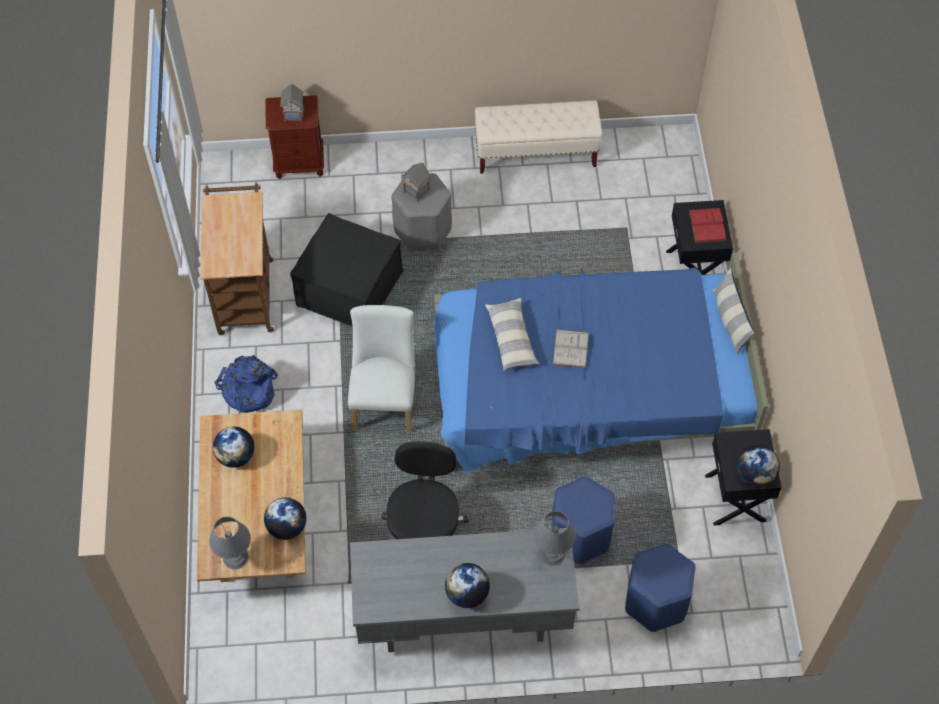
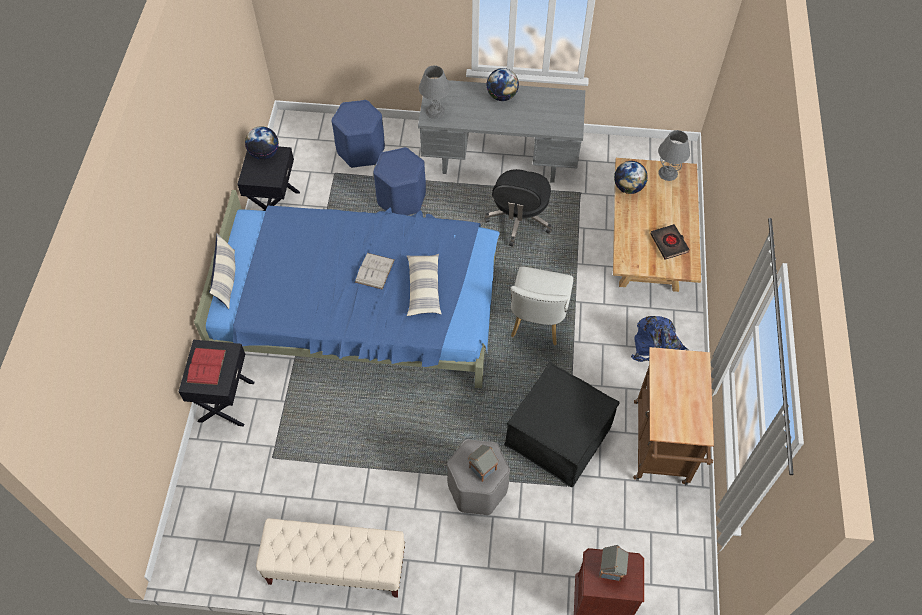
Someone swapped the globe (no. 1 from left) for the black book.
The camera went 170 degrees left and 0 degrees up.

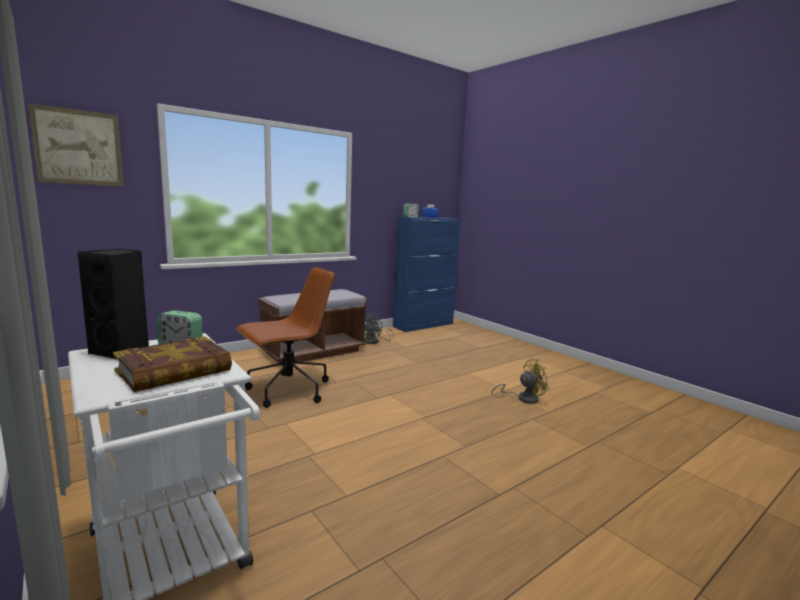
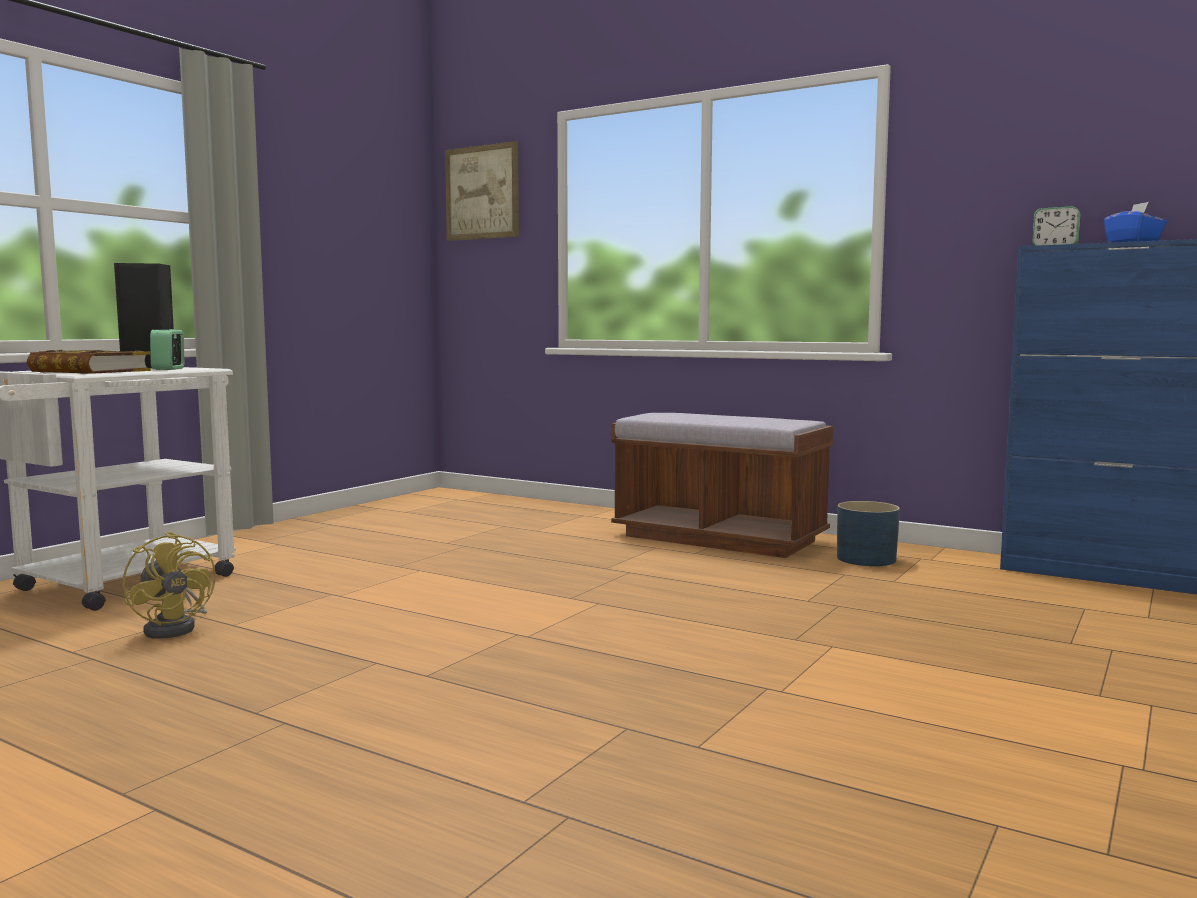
Someone carried the yellow fan.
Someone swapped the grey fan for the blue planter.
Someone took away the brown office chair.
The camera went 70 degrees right and 5 degrees down.

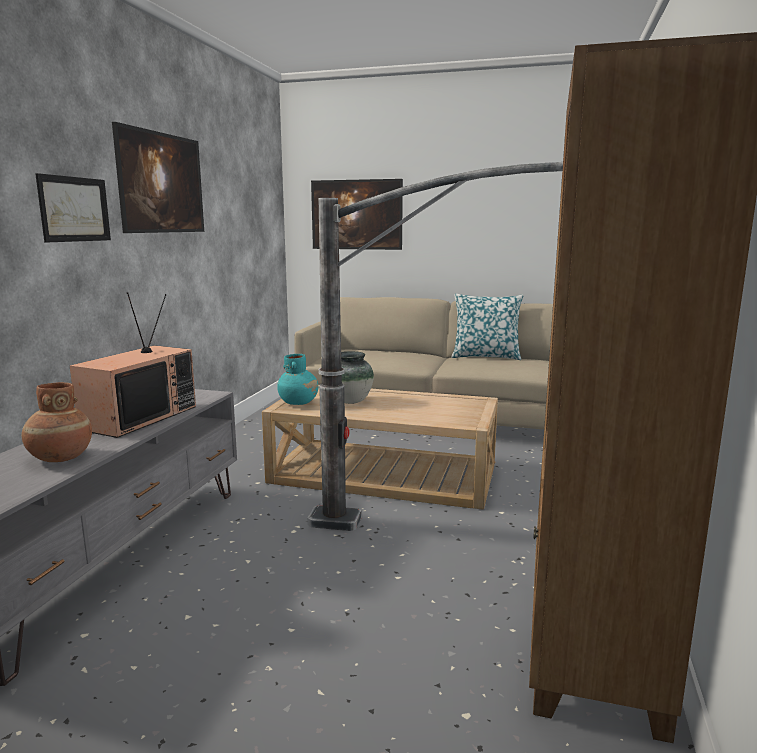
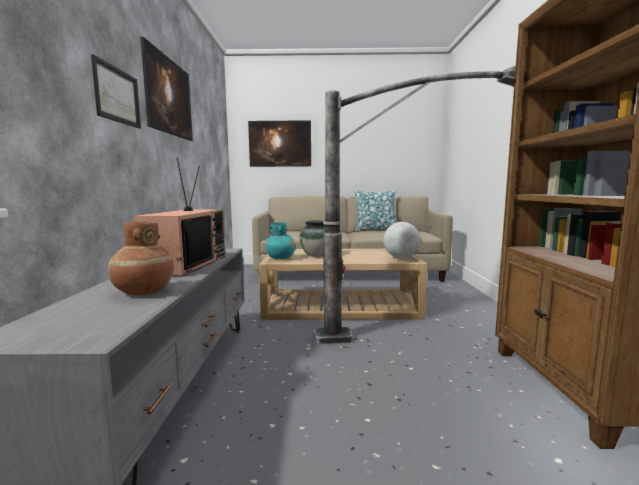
Someone put down the globe.
The camera went 15 degrees left and 5 degrees down.

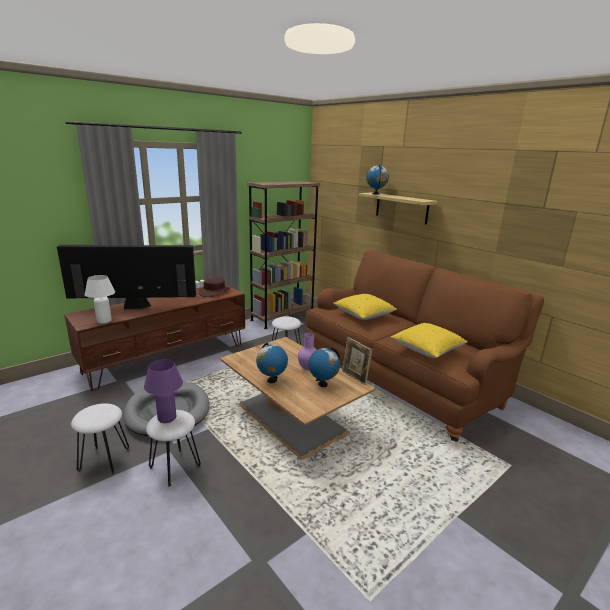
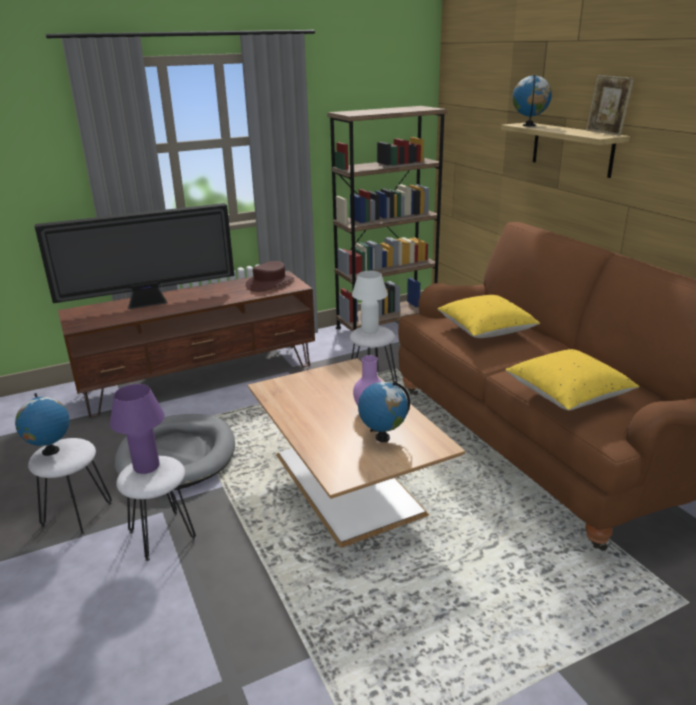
Someone carried the globe (no. 1 from left).
Someone rotated the television by 150 degrees clockwise.
Someone carried the white table lamp.
Someone carried the picture frame.
The camera went 15 degrees right and 5 degrees up.

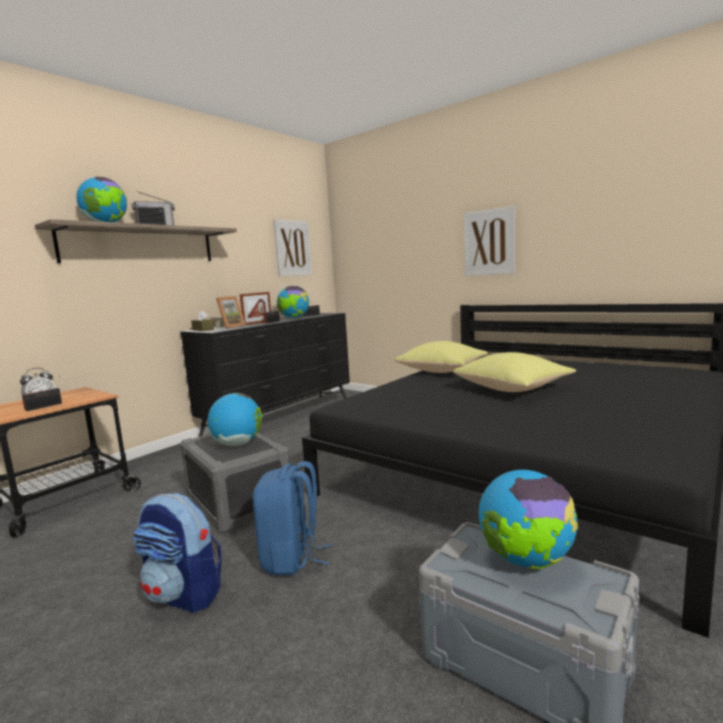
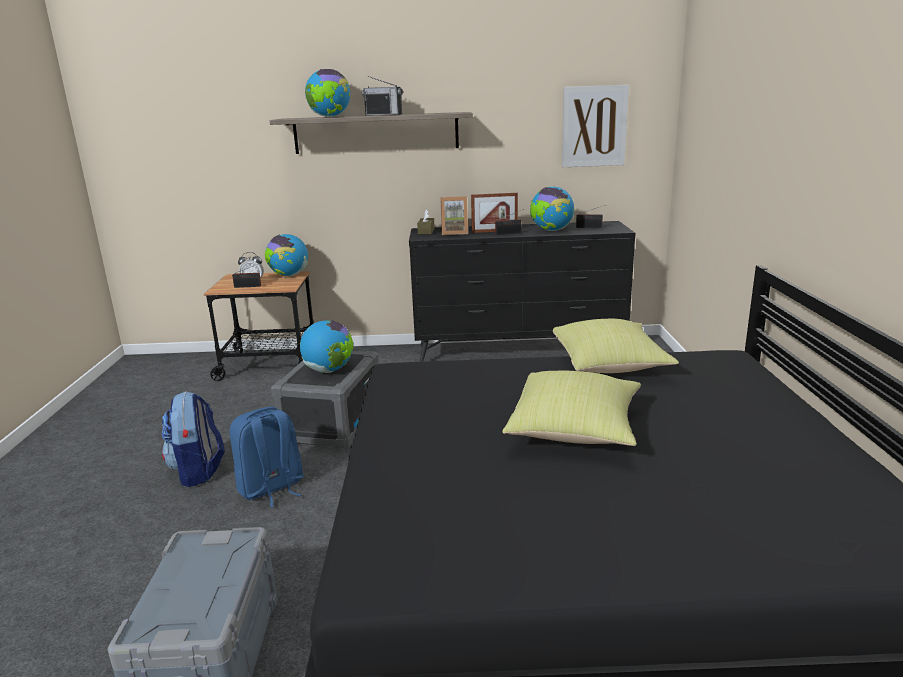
Someone carried the globe (no. 4 from left in the first image).
Someone took away the picture (no. 2 from left).
The camera went 50 degrees right and 10 degrees up.

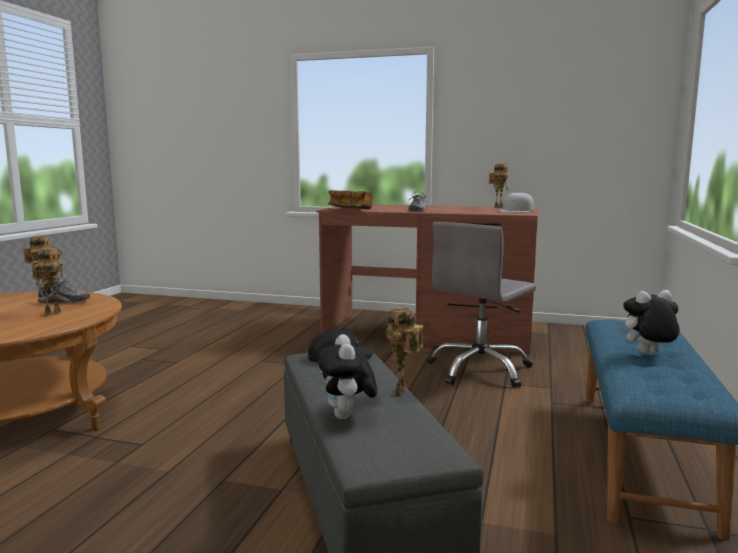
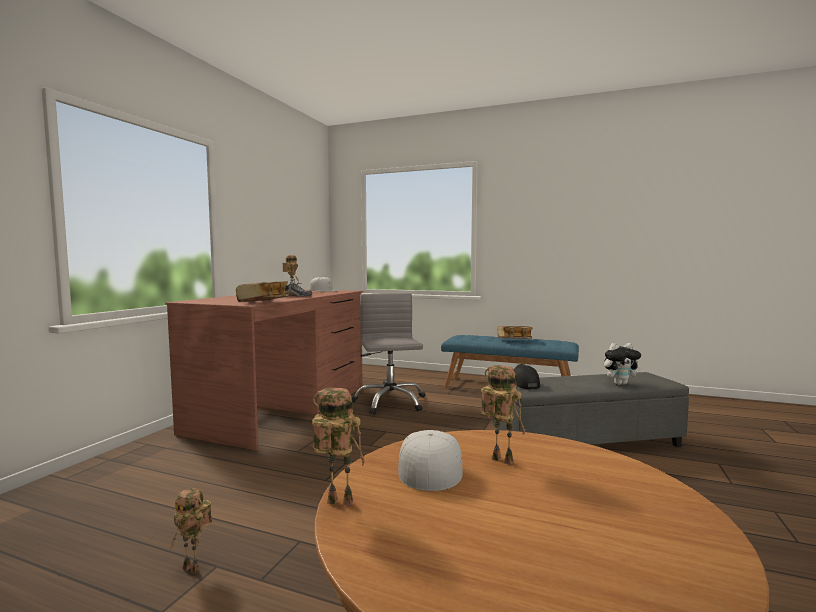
Someone carried the toy robot (no. 3 from left in the first image).
Someone rotated the grey office chair by 150 degrees counterclockwise.
Someone swapped the shoe (no. 1 from left) for the white cap (no. 2 from left).
Someone swapped the plush toy (no. 2 from left) for the book (no. 2 from left).
The camera went 85 degrees left and 5 degrees down.

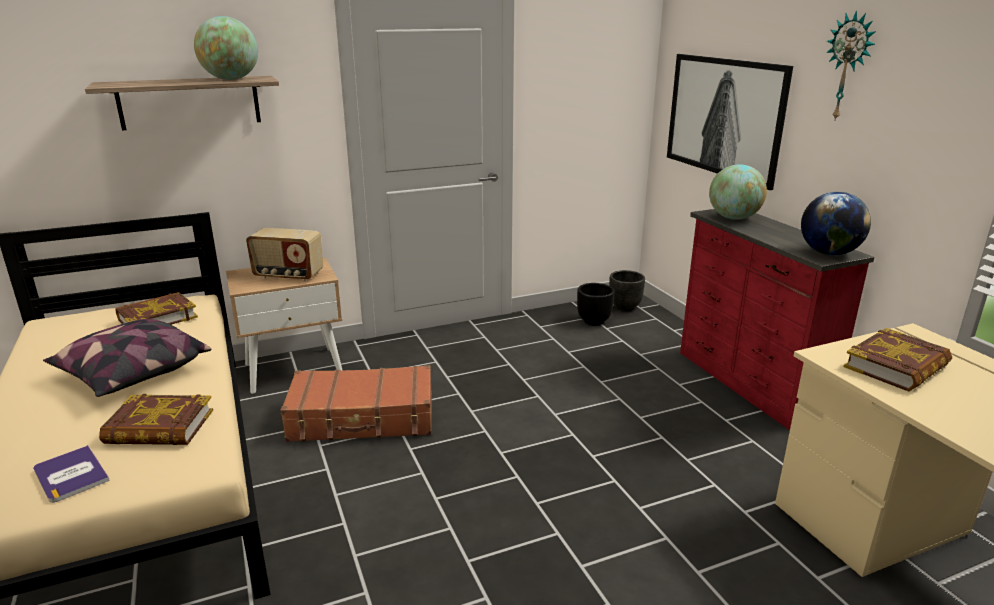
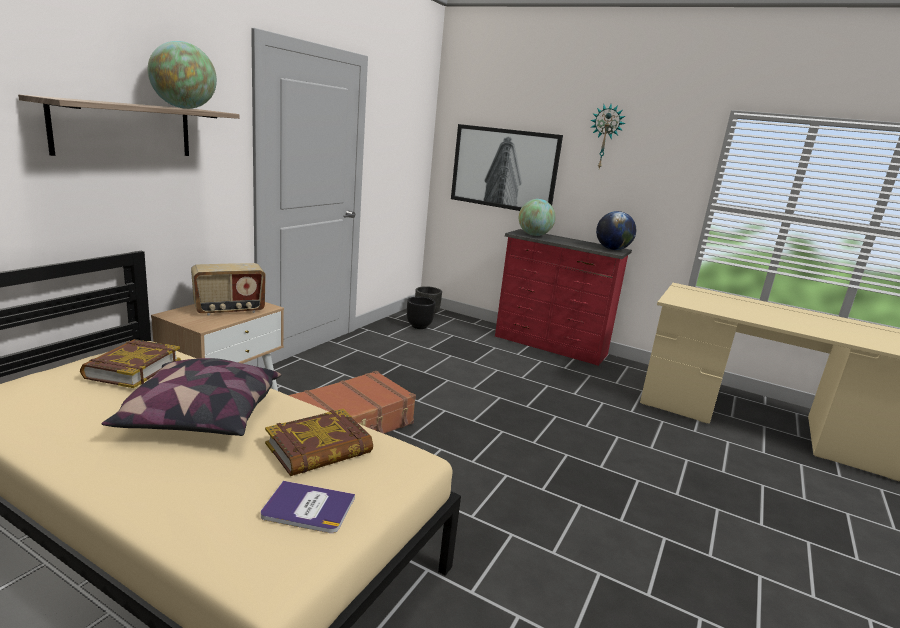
Someone took away the book (no. 4 from left).
The camera went 40 degrees left and 5 degrees down.

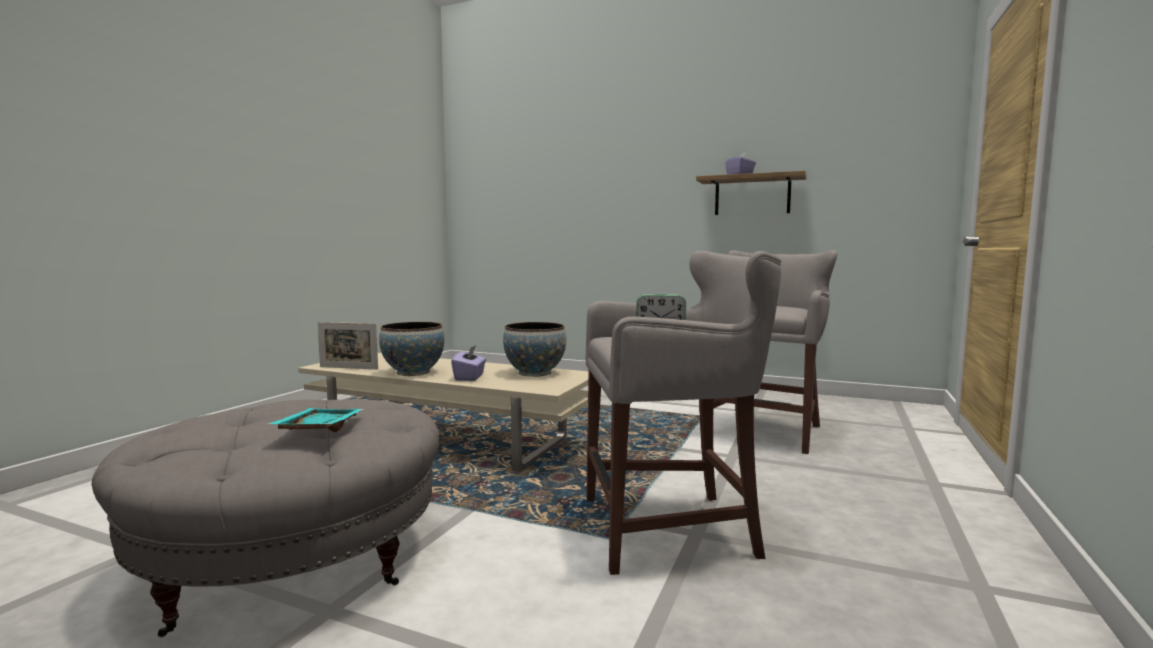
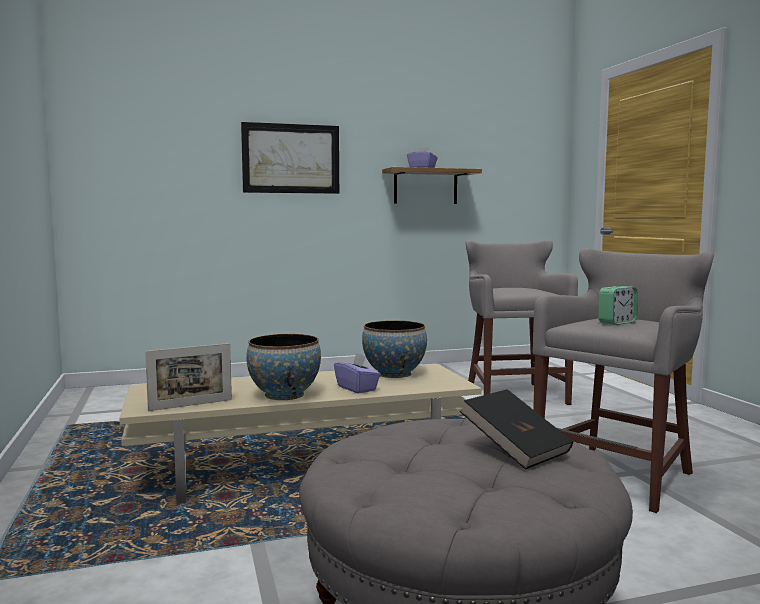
Someone put up the picture.
Someone swapped the turquoise tray for the black book.
The camera went 40 degrees left and 0 degrees up.

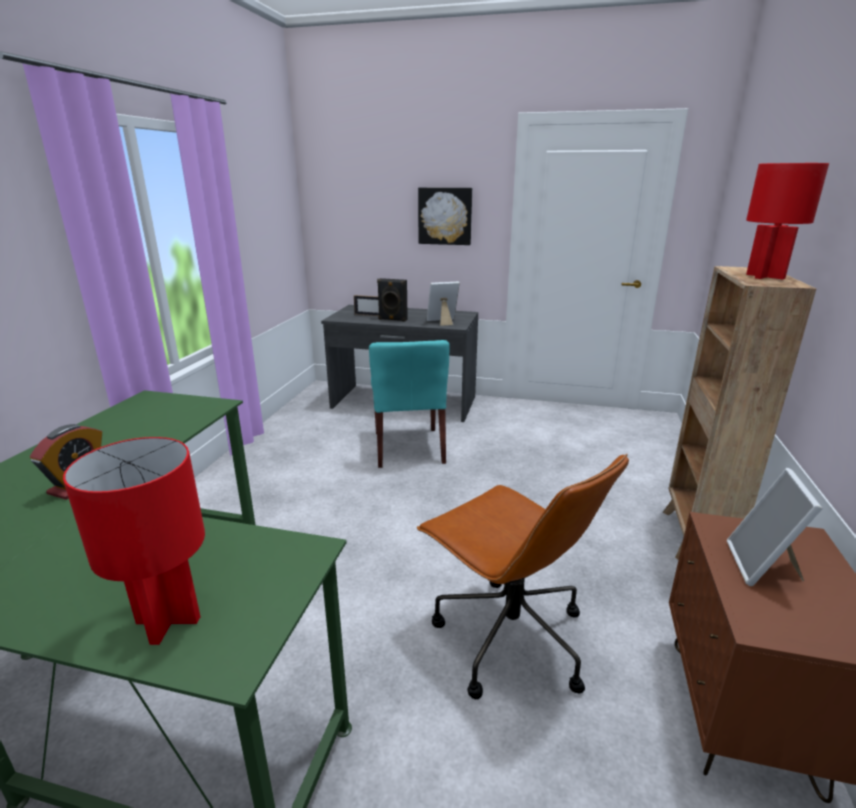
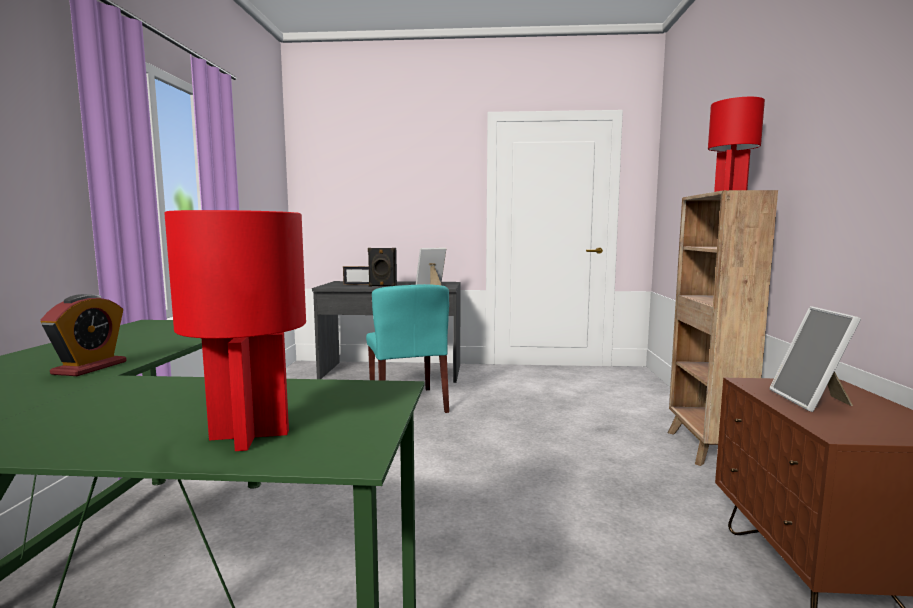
Someone took away the brown office chair.
Someone took away the picture.
The camera went 10 degrees left and 15 degrees down.

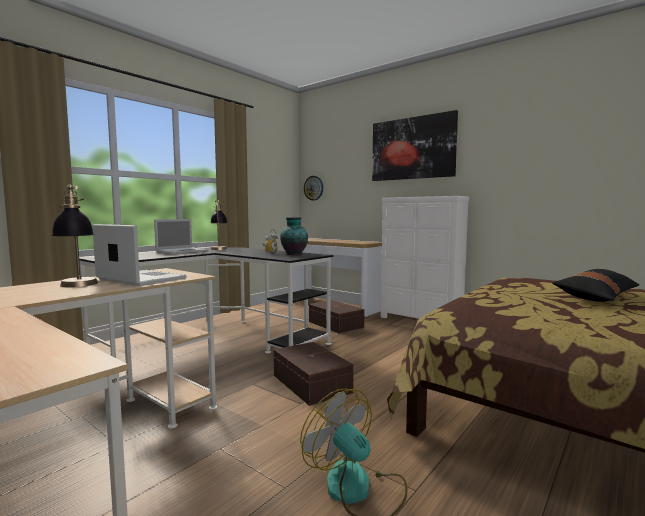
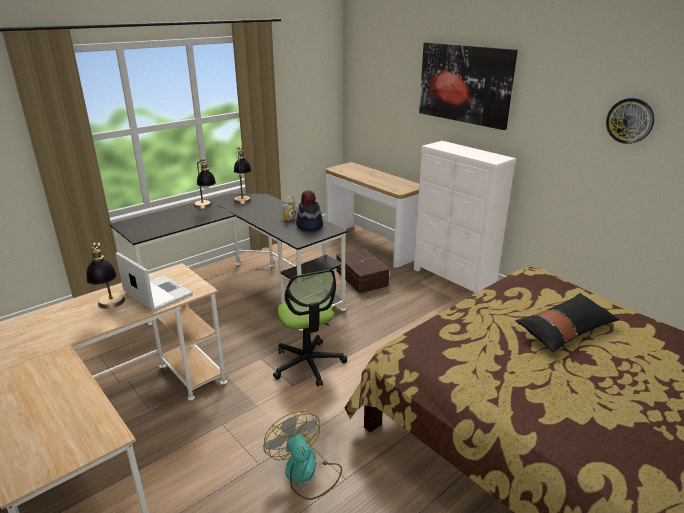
Someone swapped the laptop (no. 2 from left) for the table lamp (no. 2 from left).
Someone swapped the brown storage box (no. 1 from left) for the office chair.
Someone swapped the vase for the hat.
Someone carried the wall clock.
The camera went 10 degrees right and 20 degrees up.

